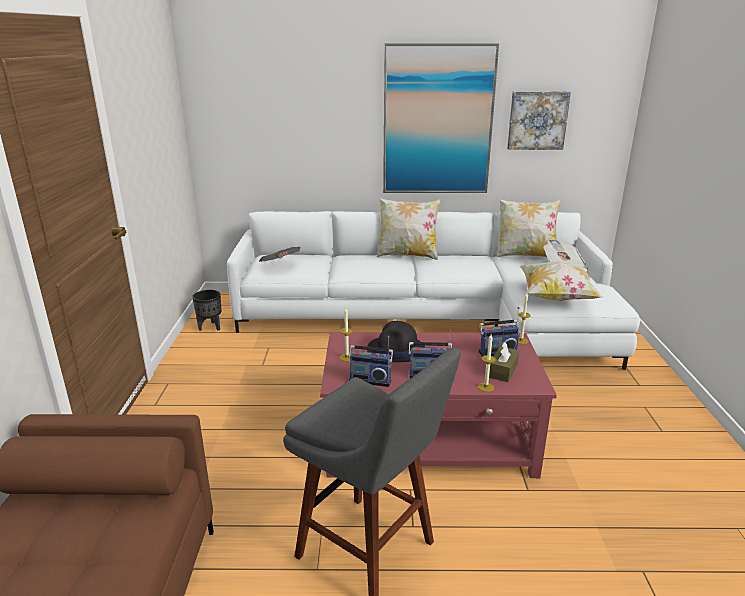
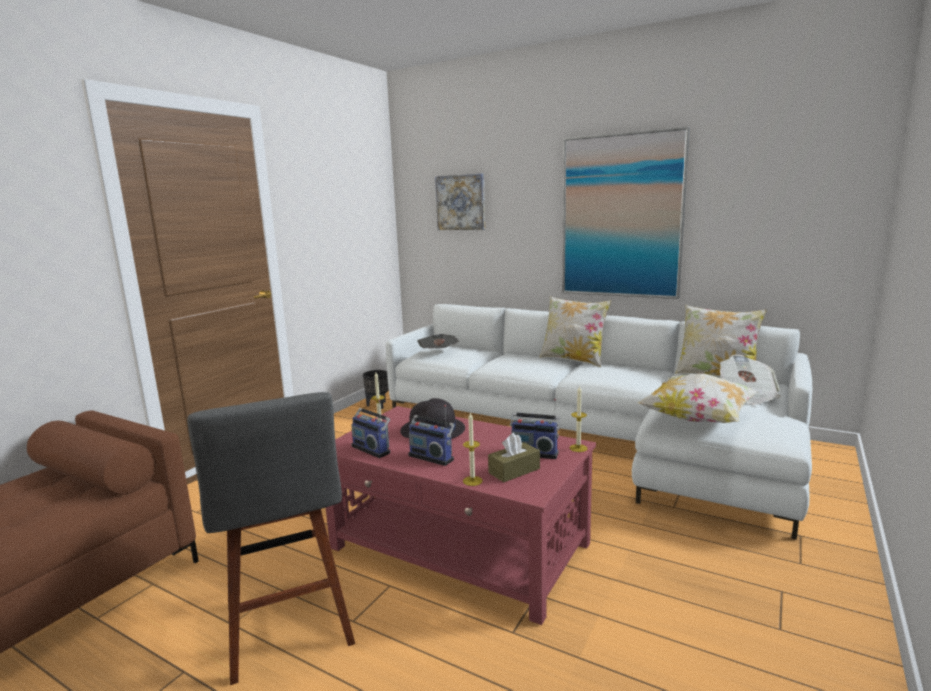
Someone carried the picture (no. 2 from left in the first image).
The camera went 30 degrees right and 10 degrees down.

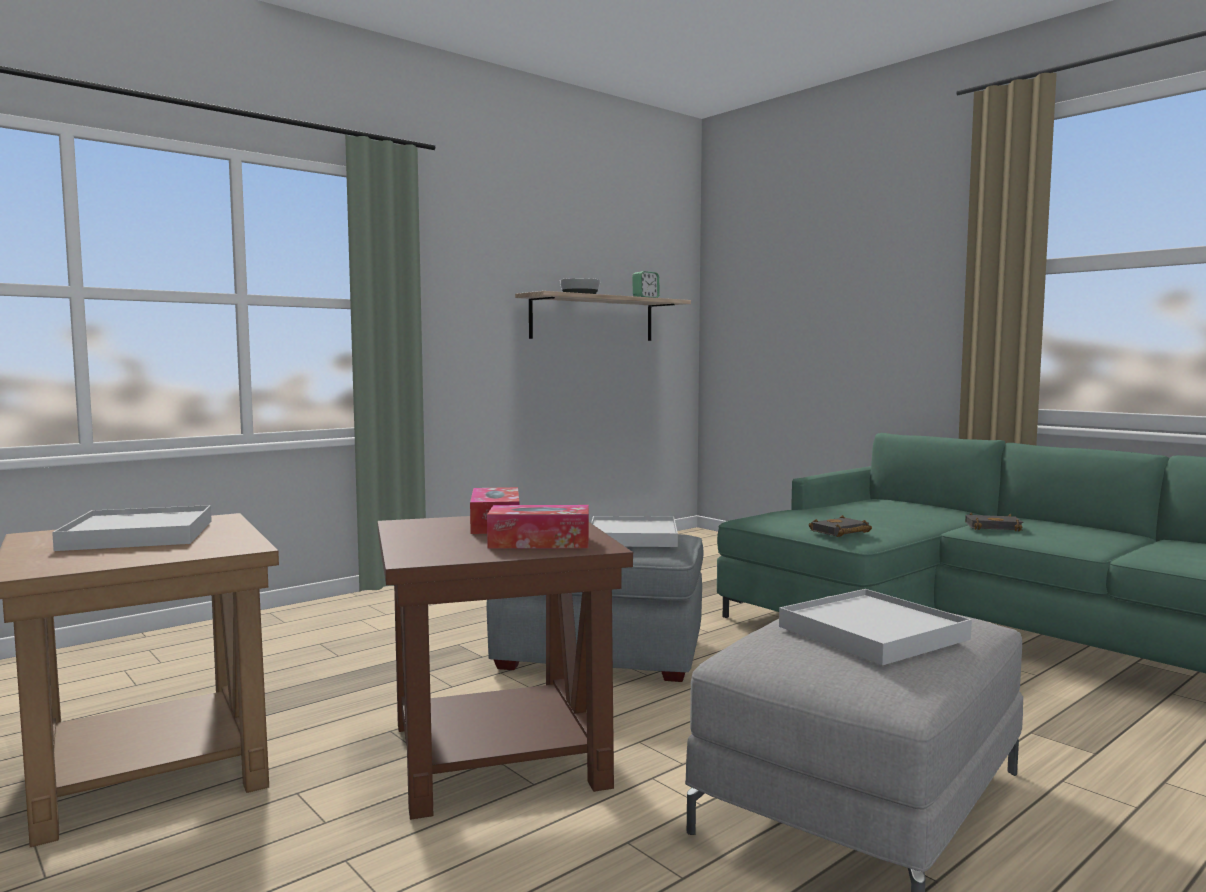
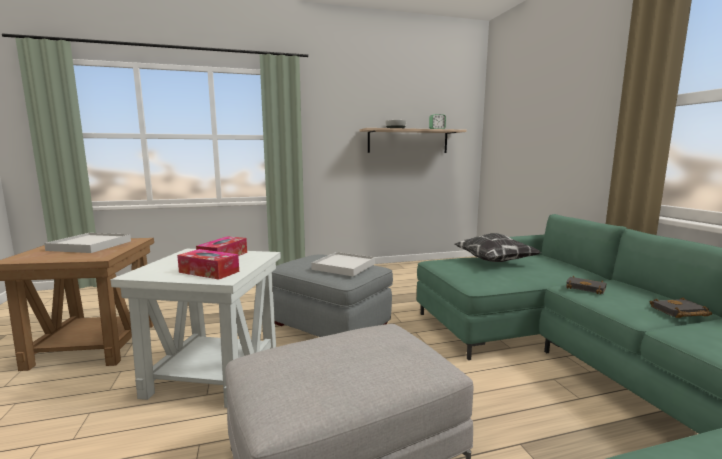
Someone repainted the brown side table (no. 2 from left), which became the white side table.
Someone put down the pillow.
Someone carried the black book (no. 1 from left in the first image).
Someone took away the white tray (no. 3 from left).
The camera went 25 degrees right and 5 degrees up.

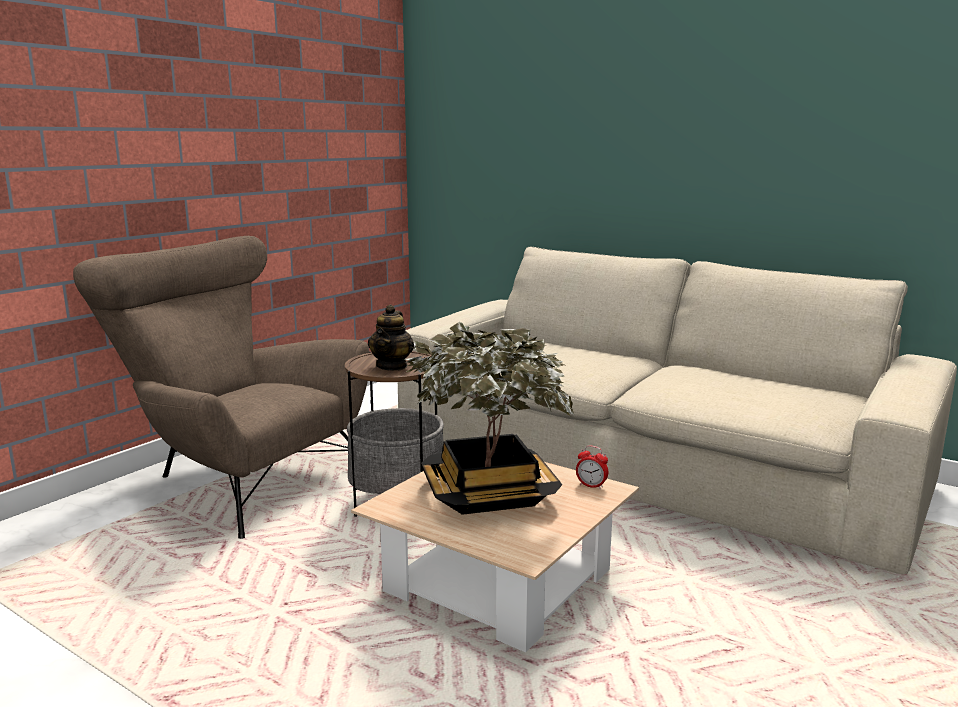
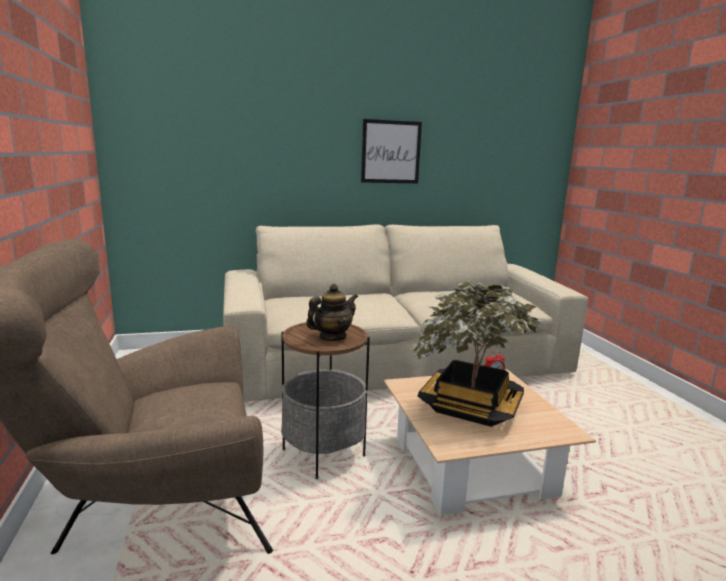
Someone rotated the teapot by 90 degrees counterclockwise.
Someone put up the picture.
The camera went 50 degrees left and 0 degrees up.

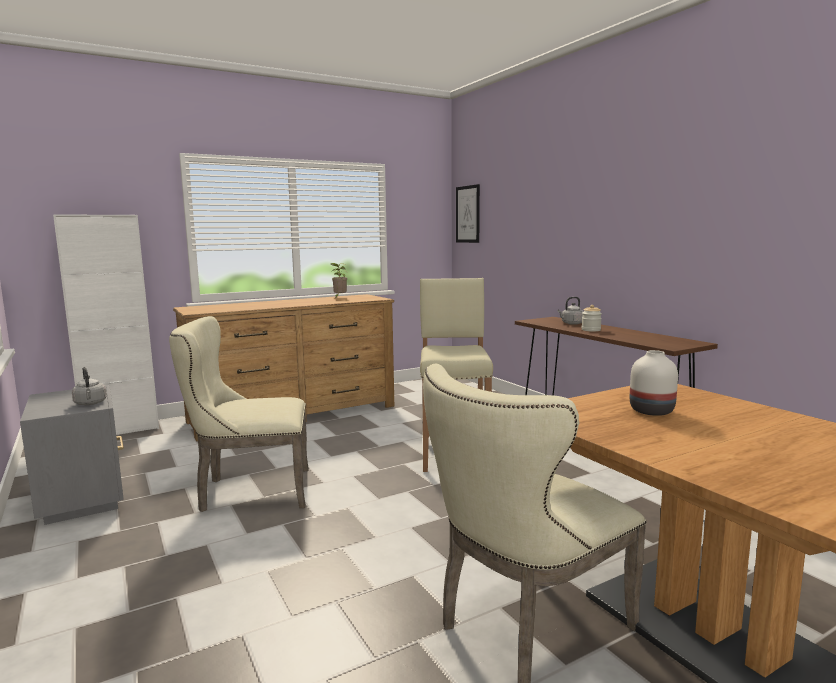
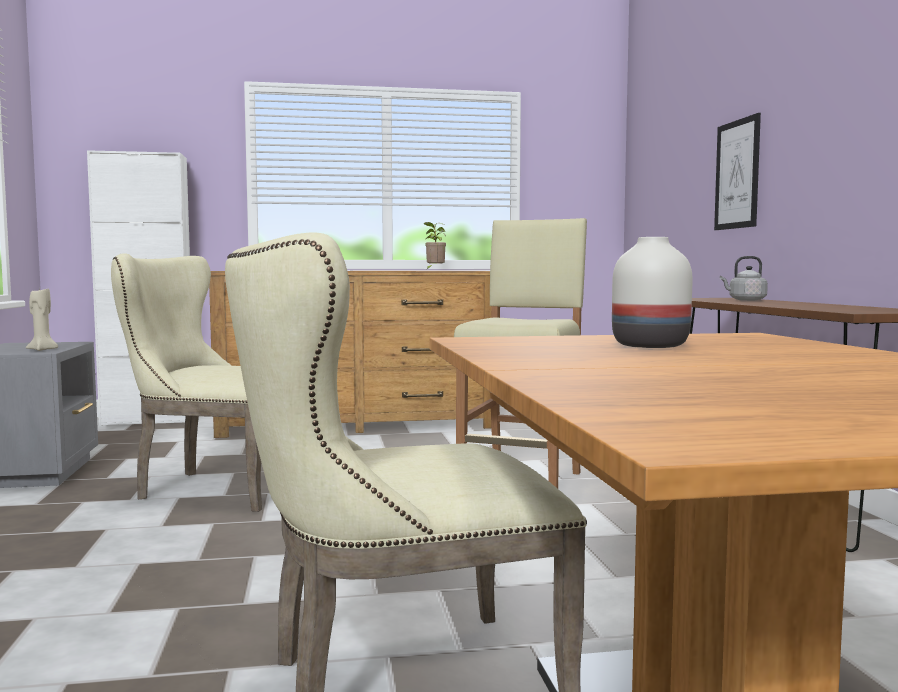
Someone swapped the grey kettle (no. 1 from left) for the beige candle.
Someone carried the picture.
Someone took away the jar.
The camera went 20 degrees right and 5 degrees down.

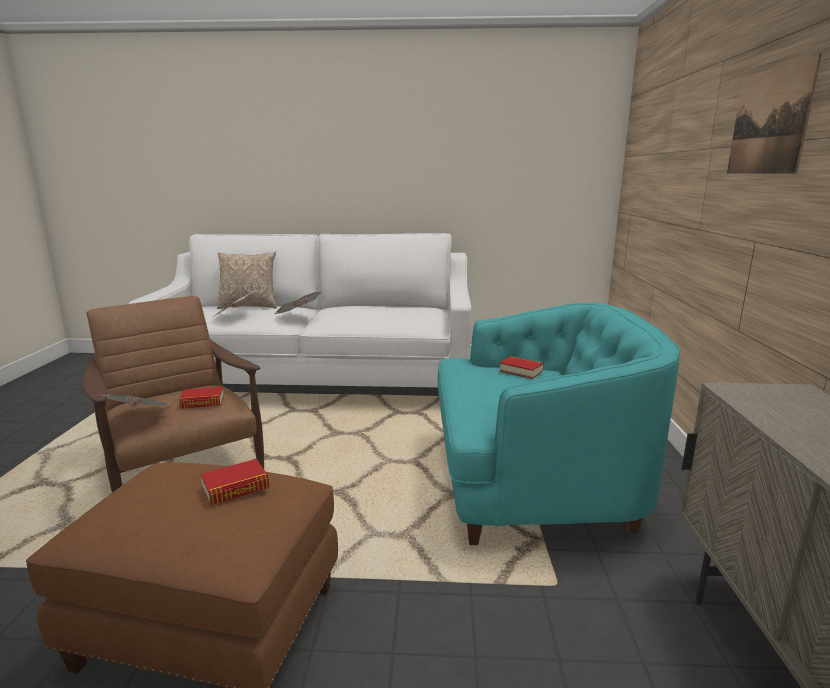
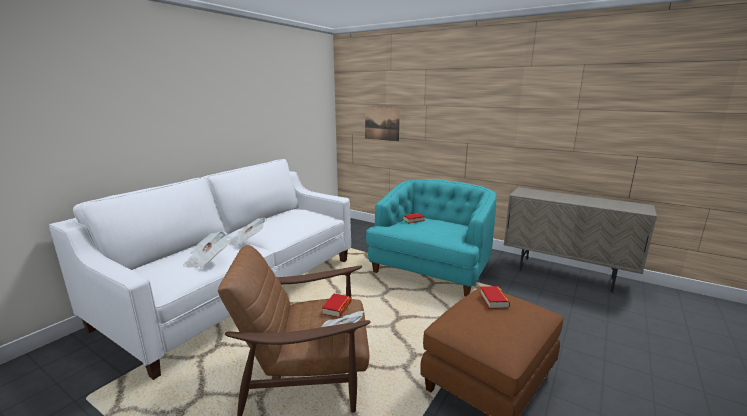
Someone carried the picture.
Someone took away the pillow.
The camera went 60 degrees left and 0 degrees up.

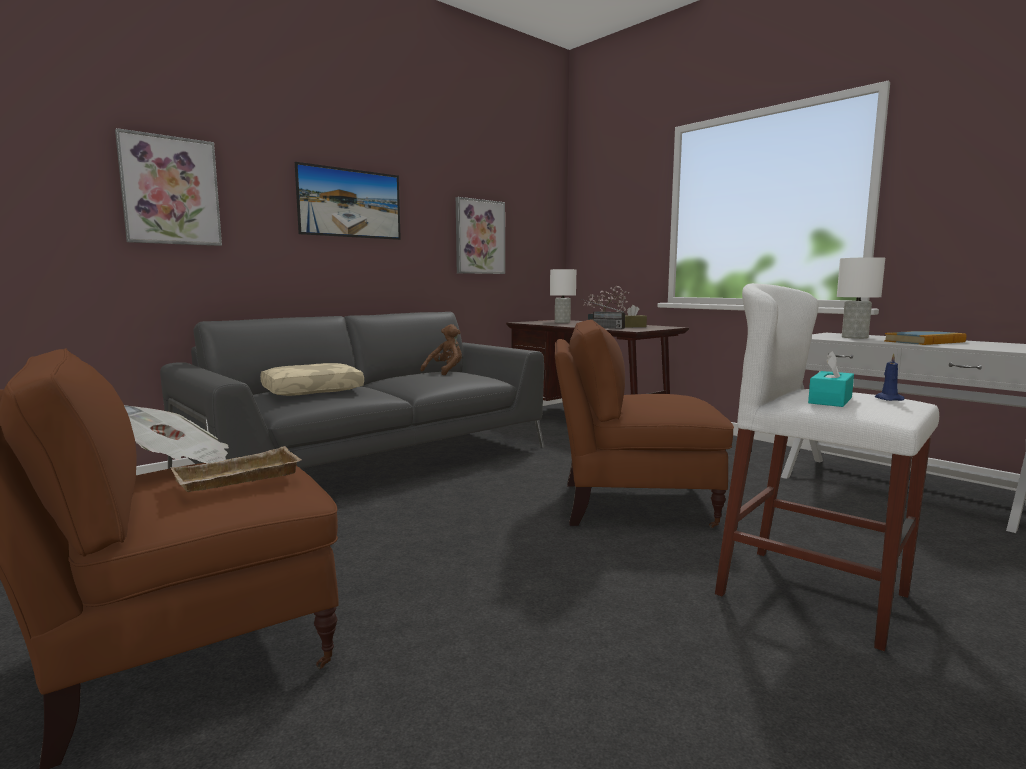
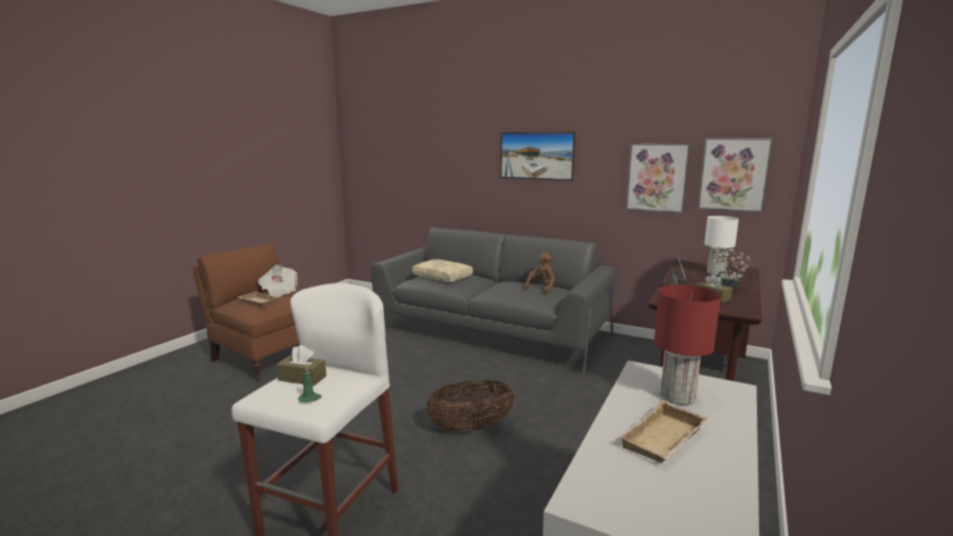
Someone repainted the turquoise tissue box, which became the brown tissue box (no. 1 from left).
Someone repainted the blue candle, which became the green candle.
Someone swapped the brown armchair (no. 2 from left) for the basket.
Someone rotated the brown plush toy by 75 degrees counterclockwise.
Someone swapped the book for the beige tray (no. 2 from left).
Someone repainted the white table lamp (no. 2 from left), which became the red table lamp.
Someone carried the picture (no. 1 from left in the first image).
The camera went 70 degrees right and 5 degrees up.

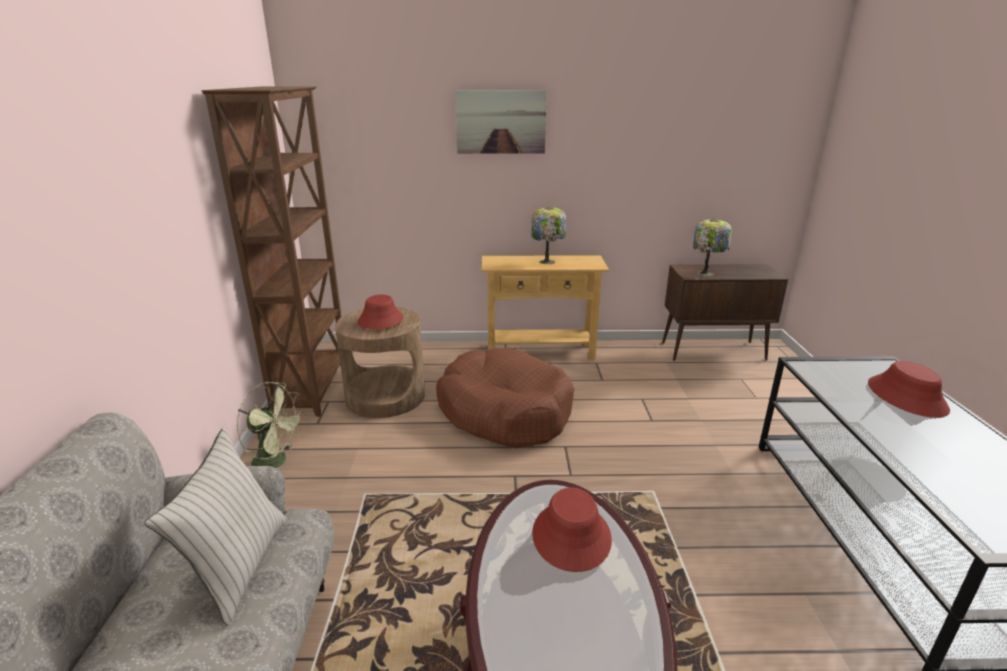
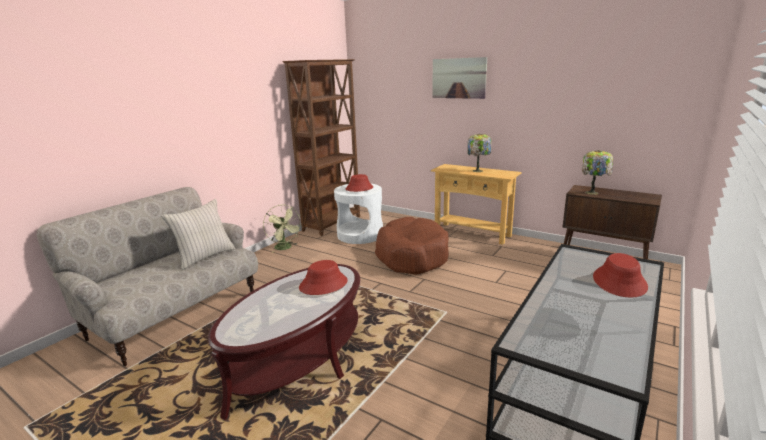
Someone repainted the brown side table, which became the white side table.
The camera went 35 degrees right and 5 degrees down.

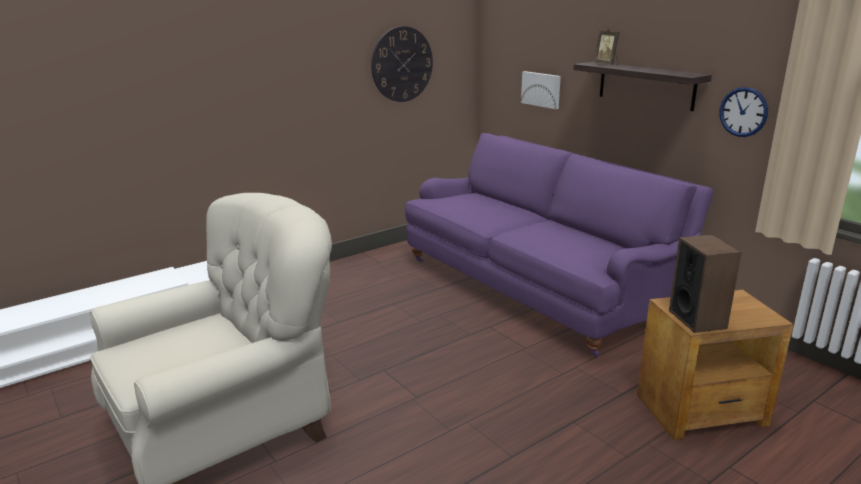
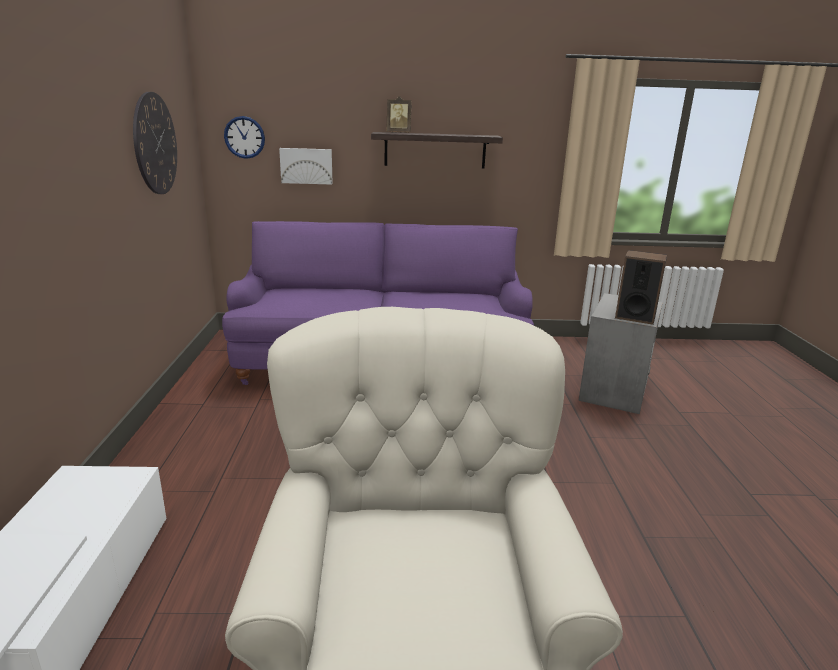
Someone carried the wall clock (no. 2 from left).
Someone repainted the brown side table, which became the grey side table.
The camera went 55 degrees left and 0 degrees up.

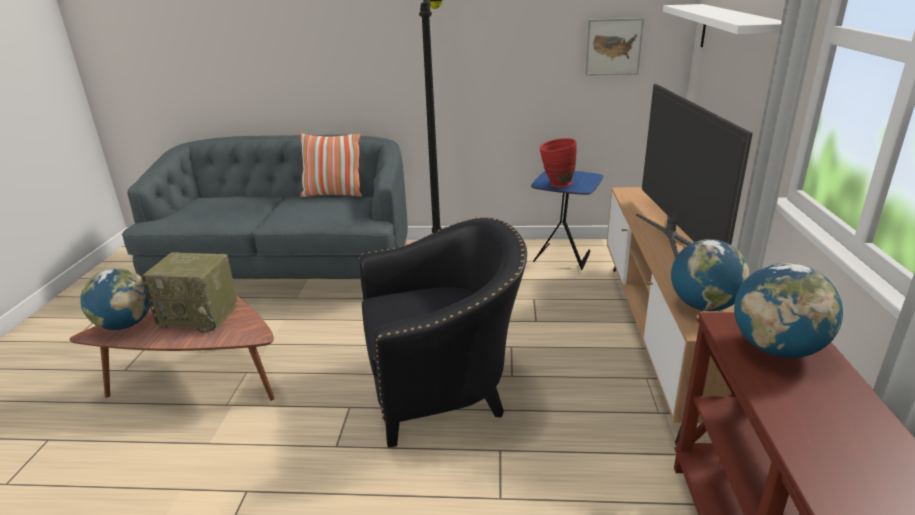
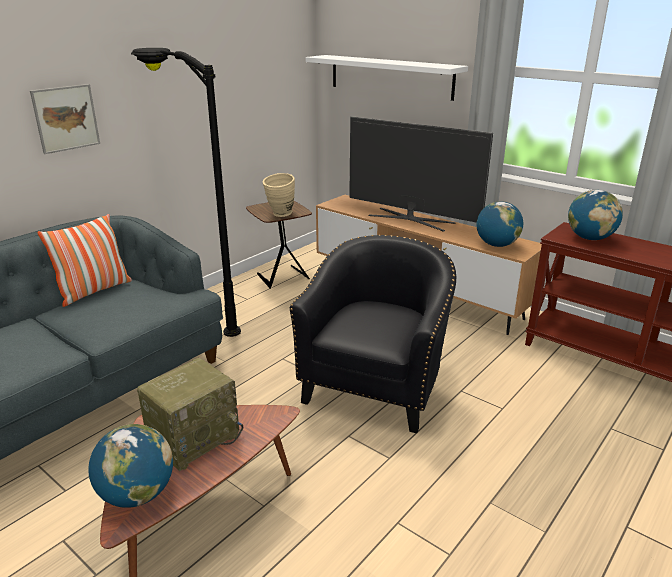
Someone carried the picture.
Someone repainted the blue side table, which became the brown side table.
Someone repainted the red vase, which became the beige vase.
The camera went 55 degrees left and 0 degrees up.

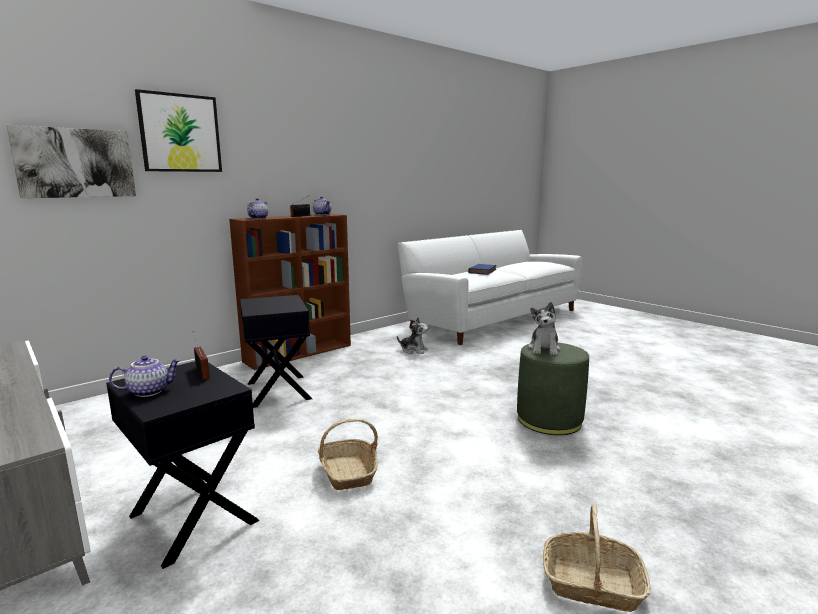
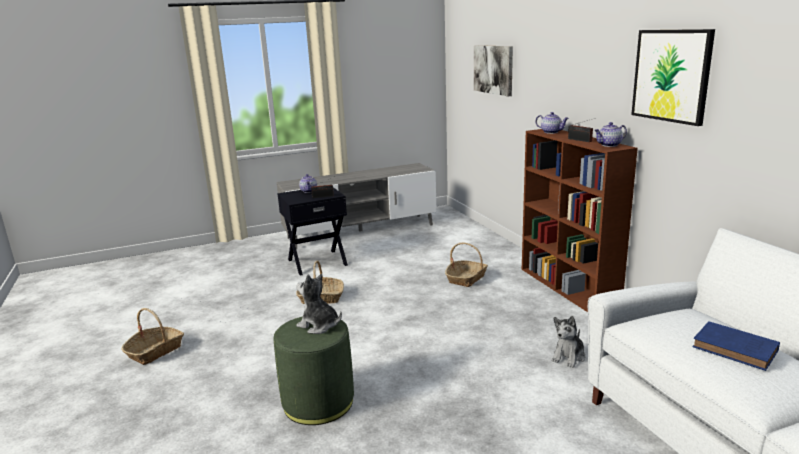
Someone swapped the black side table (no. 2 from left) for the basket (no. 3 from left).
Someone carried the picture (no. 2 from left).
The camera went 110 degrees right and 5 degrees up.

